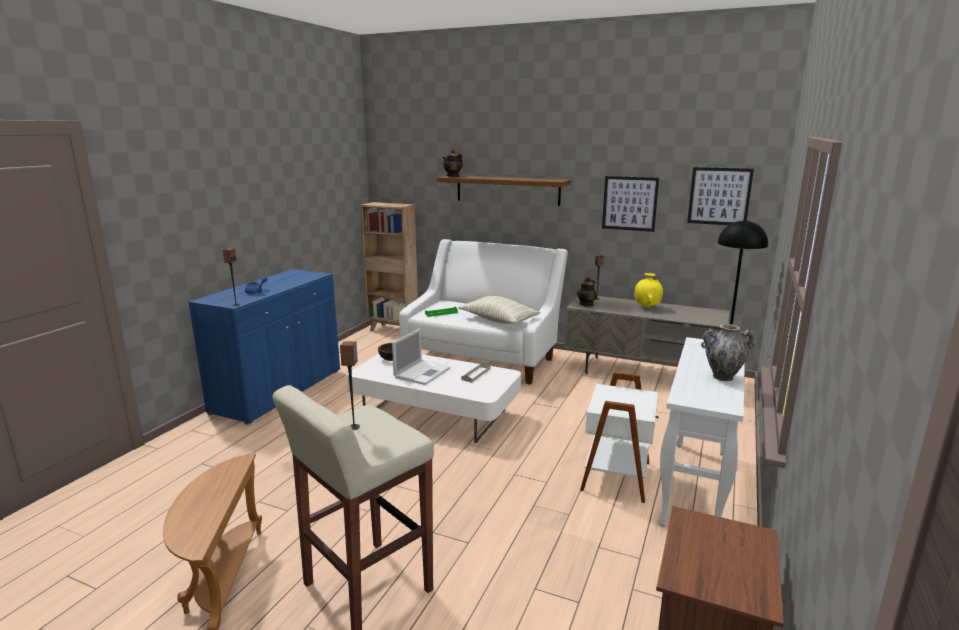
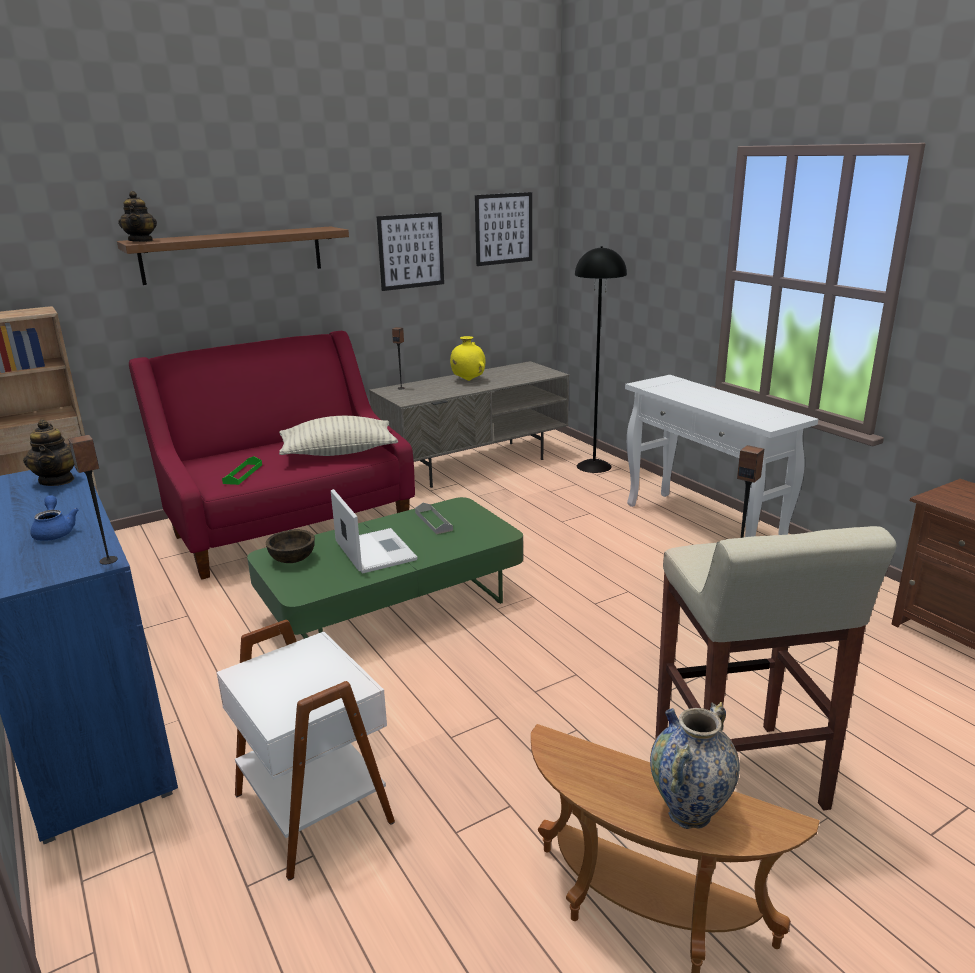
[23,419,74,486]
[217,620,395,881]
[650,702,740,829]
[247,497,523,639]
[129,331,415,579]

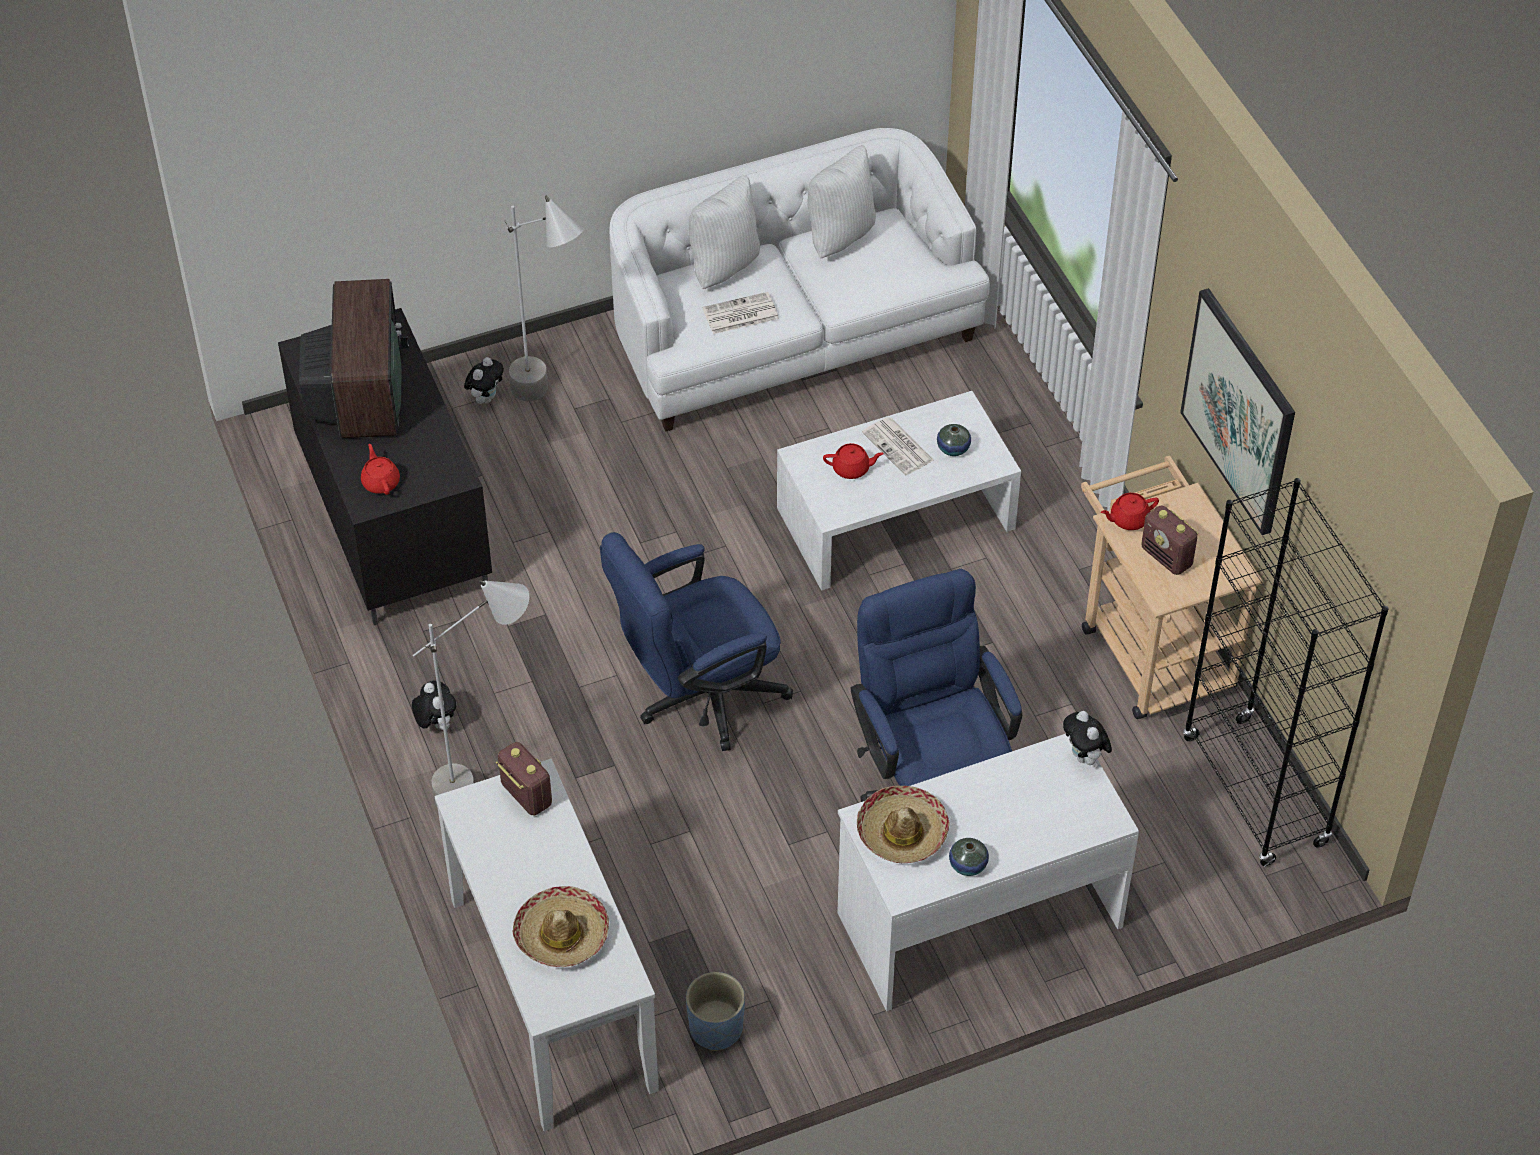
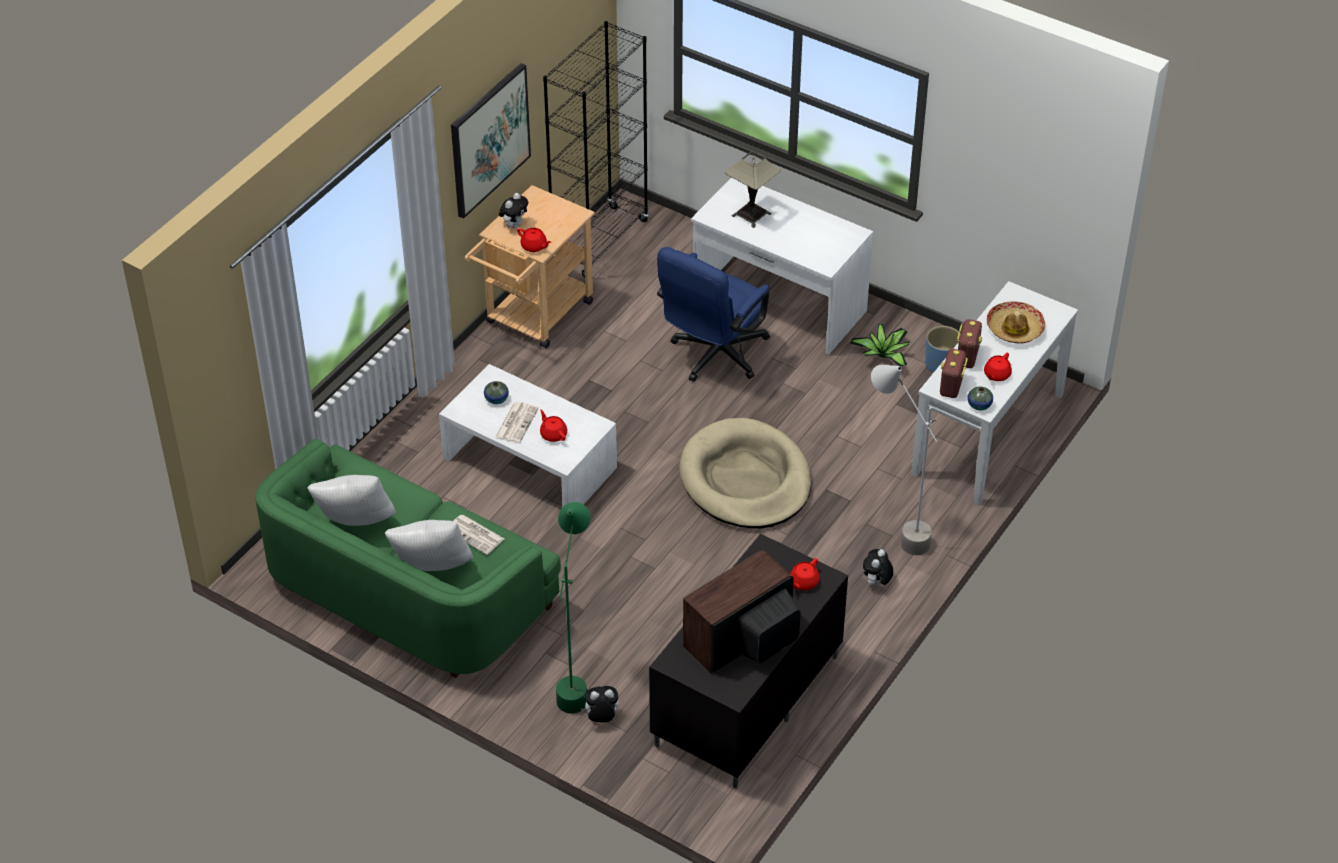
[857,786,949,863] (first image)
[725,151,781,228]
[850,324,909,367]
[984,353,1012,381]
[967,387,993,410]
[499,193,528,228]
[957,319,982,368]
[679,418,811,528]
[556,502,591,714]
[255,439,561,678]

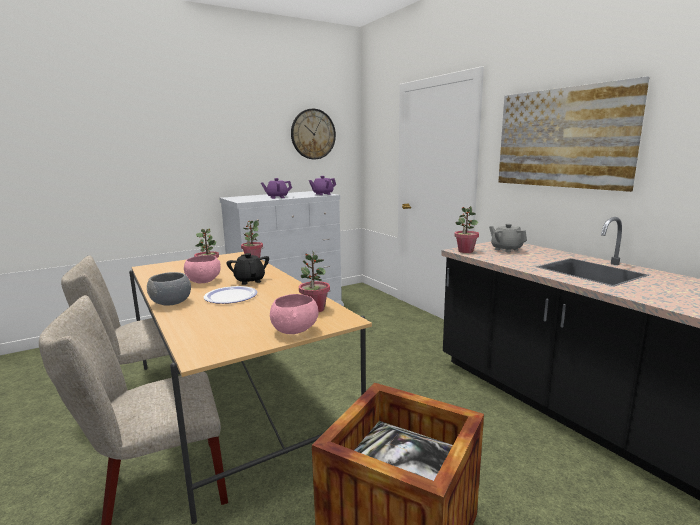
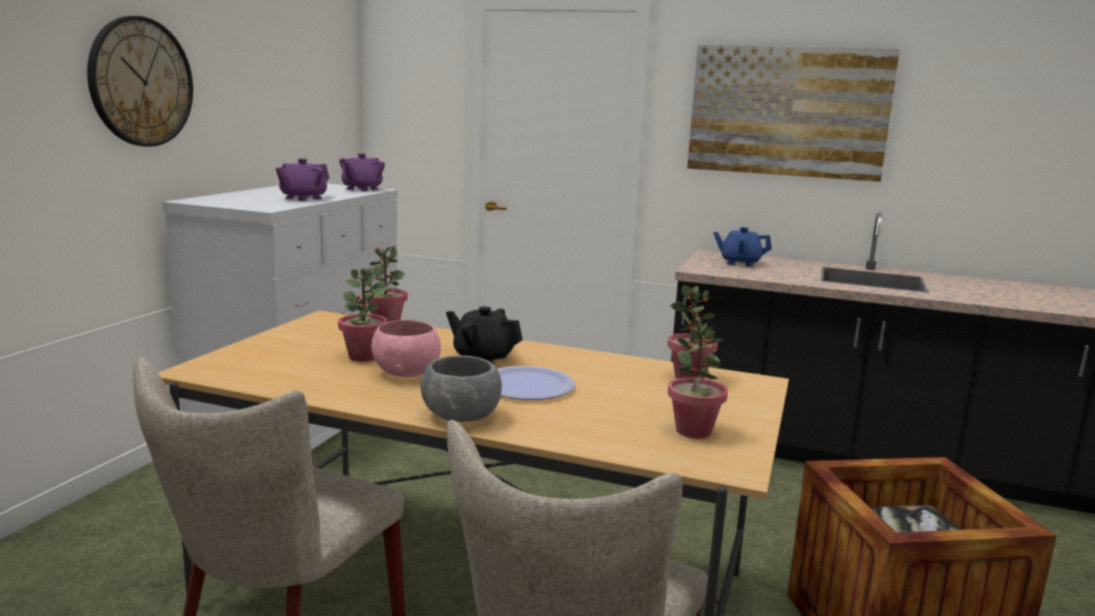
[270,294,319,334] (first image)
[87,16,193,147]
[667,320,728,439]
[713,227,772,267]

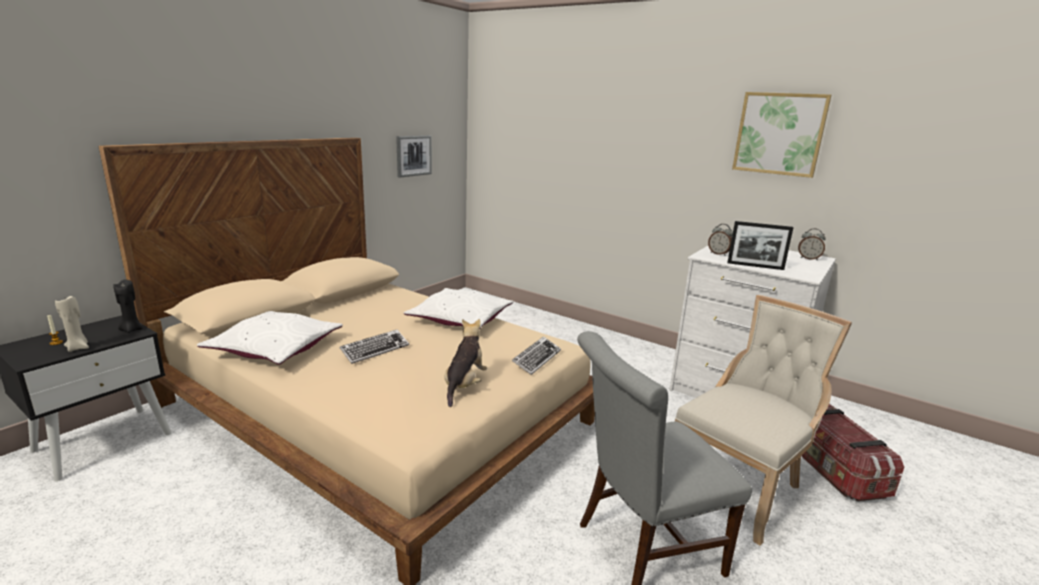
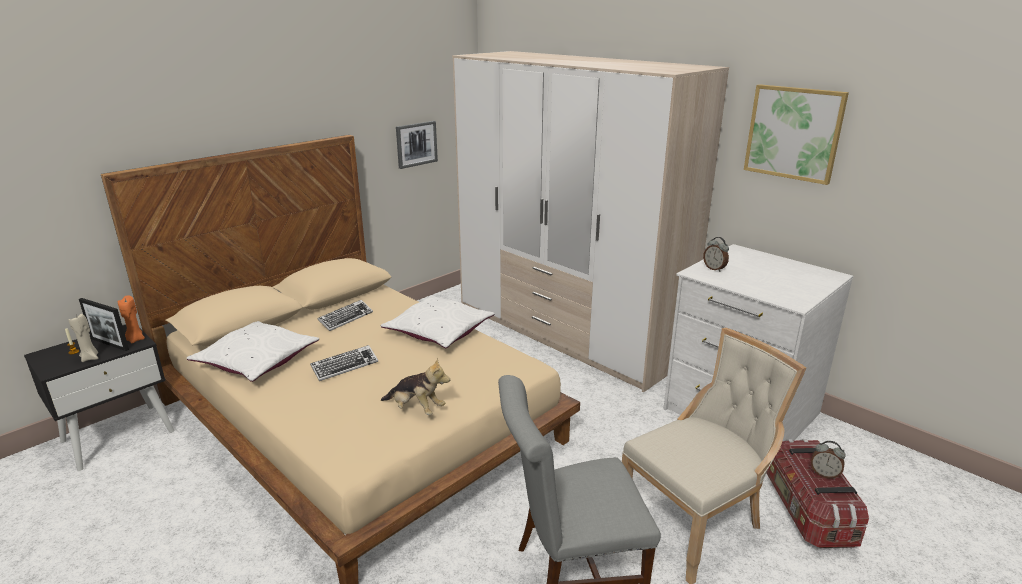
[452,51,729,392]
[318,300,373,331]
[79,298,129,351]
[811,441,846,479]
[118,295,145,343]
[381,358,450,415]

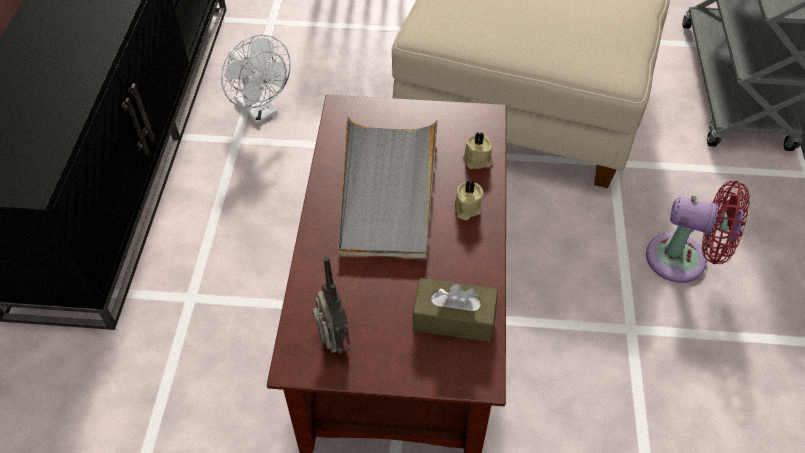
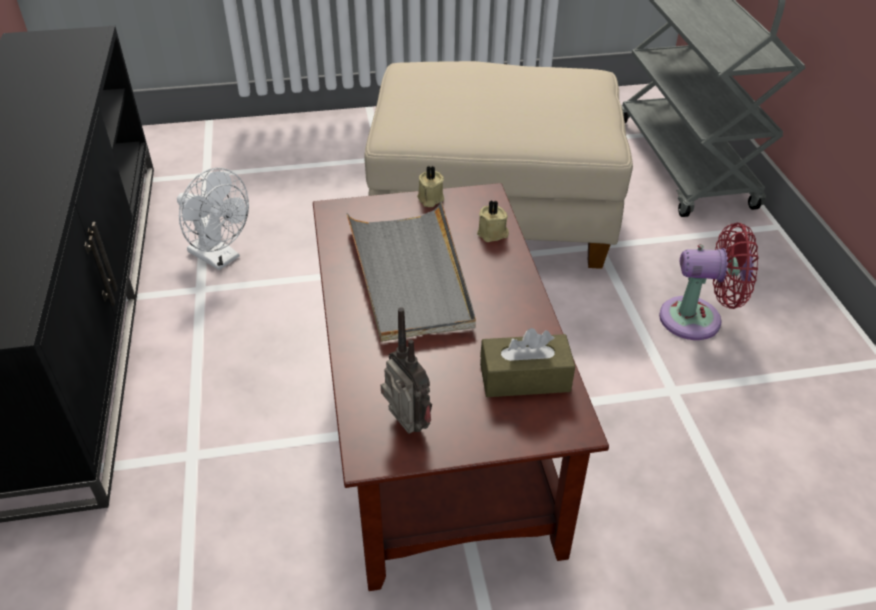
[417,166,444,207]

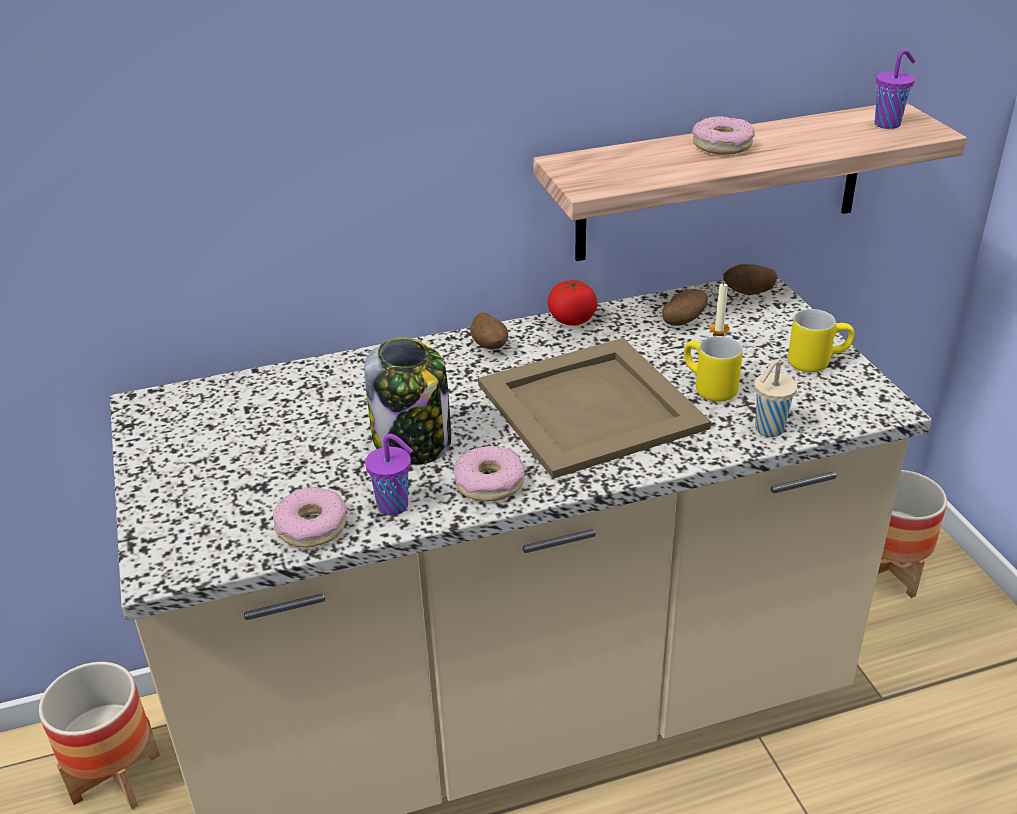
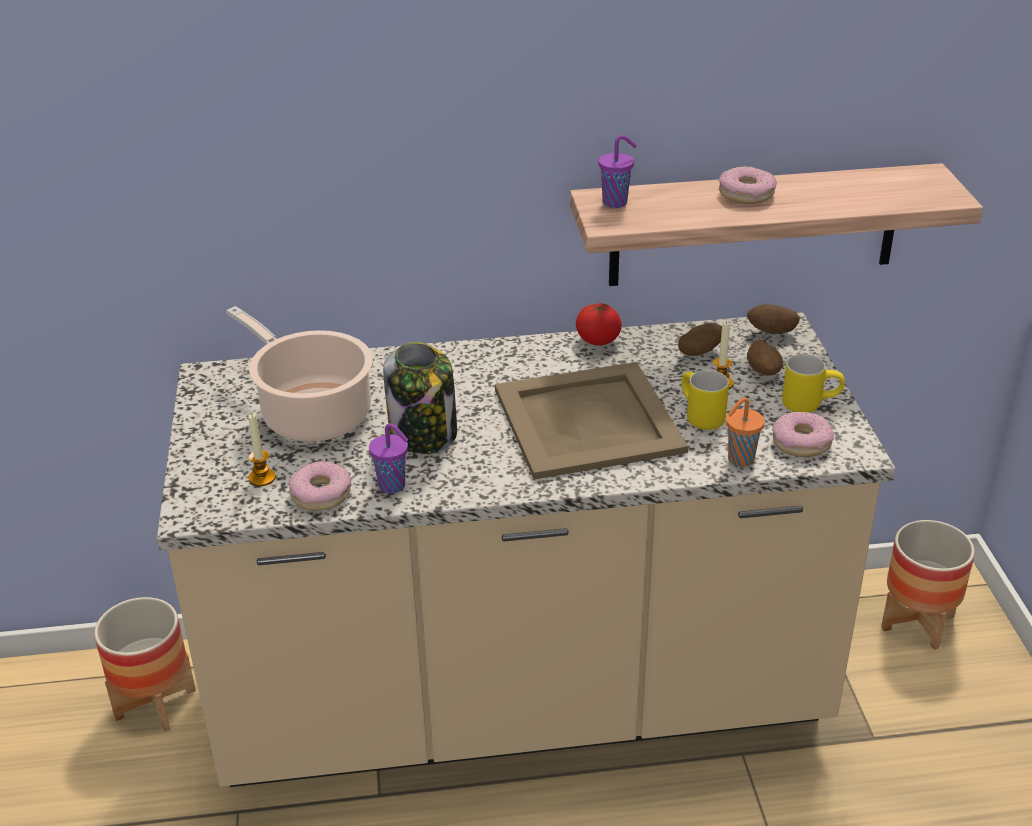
[226,306,373,442]
[248,413,276,486]
[772,412,834,457]
[747,340,783,376]
[598,135,637,208]
[726,397,765,467]

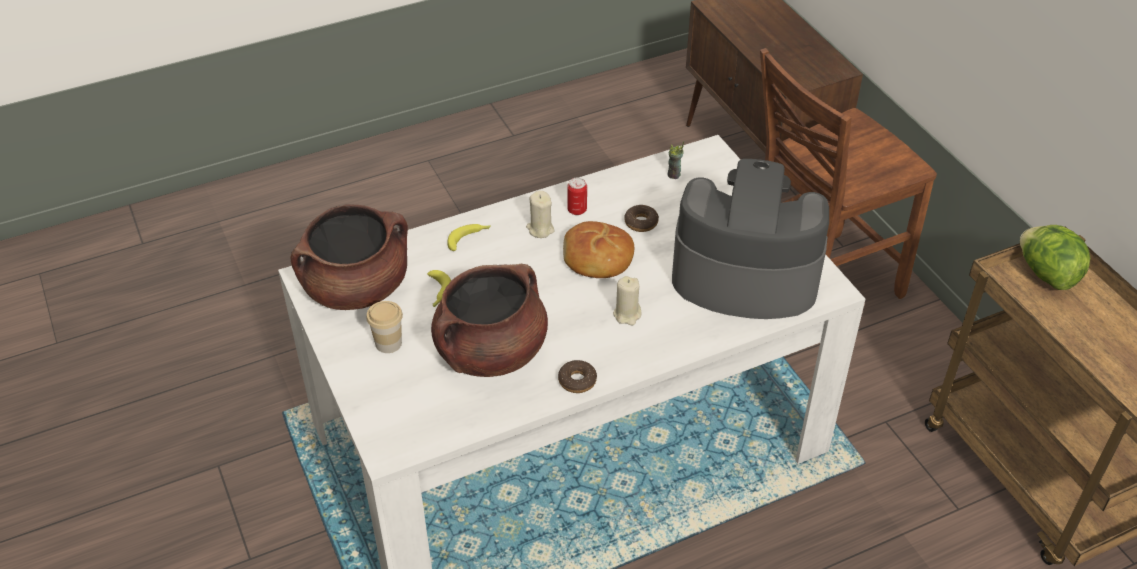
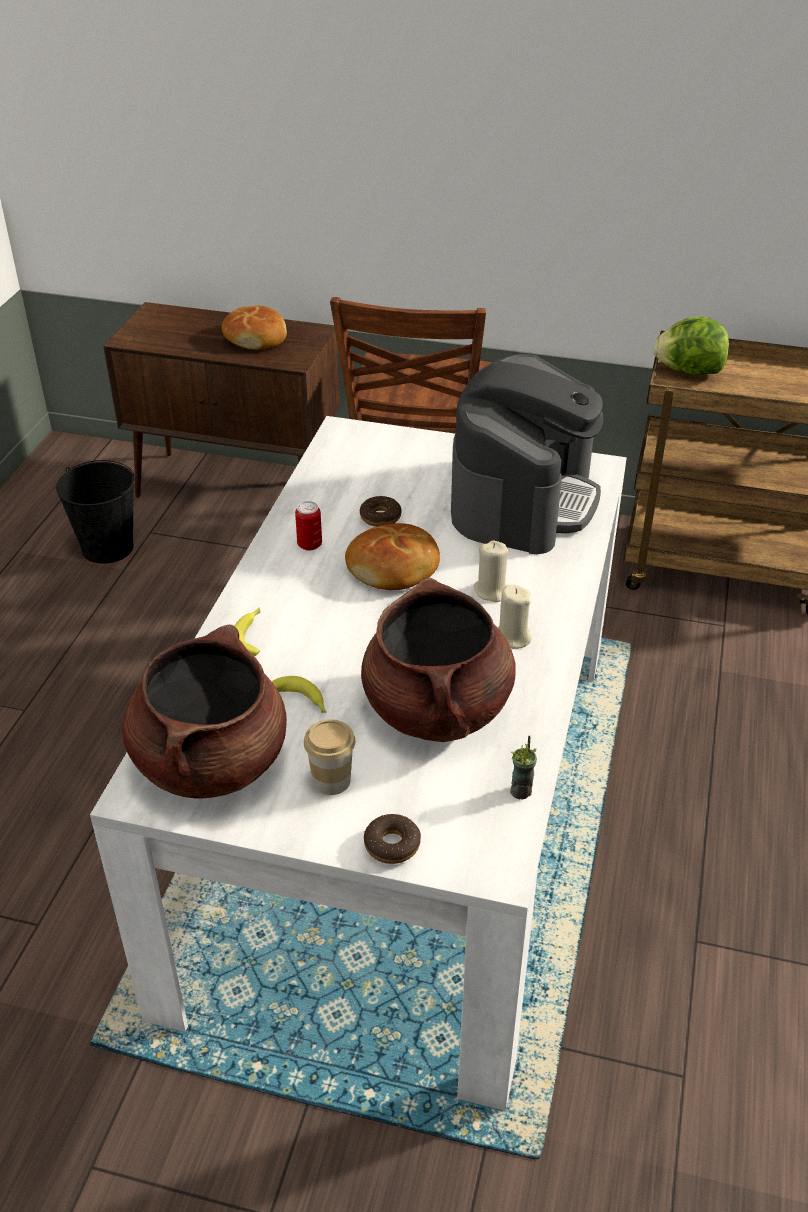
[56,460,134,564]
[222,305,287,350]
[497,585,531,649]
[364,814,421,864]
[510,736,537,799]
[451,354,604,554]

